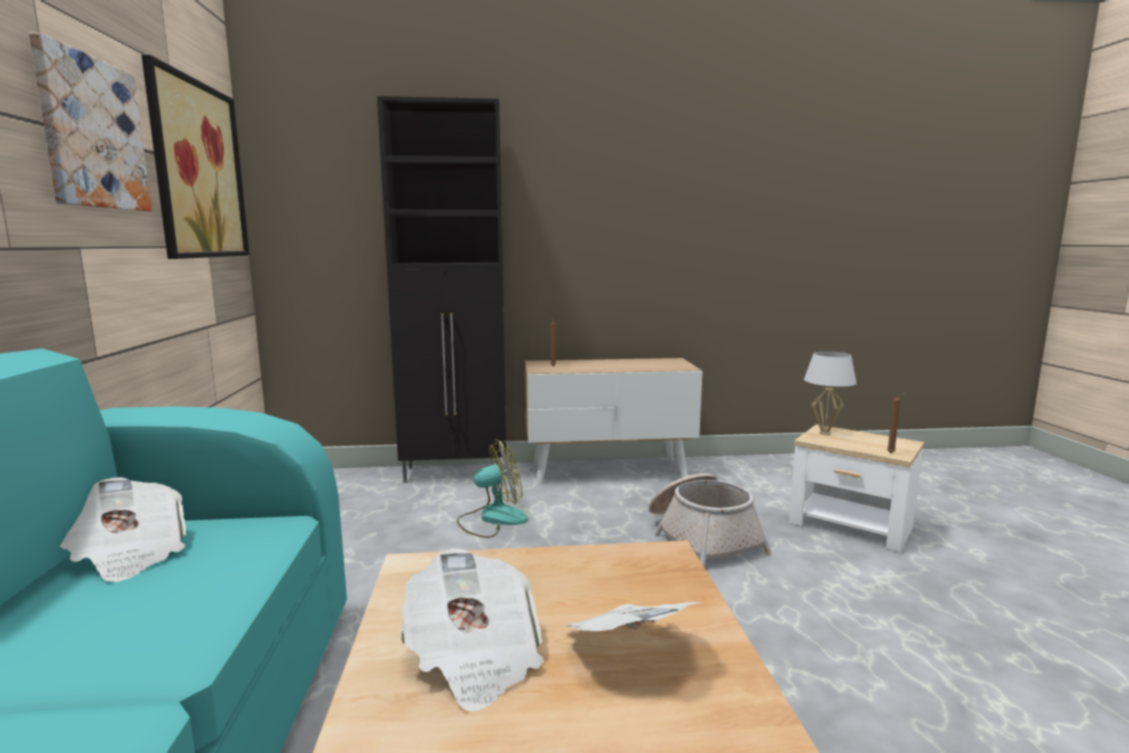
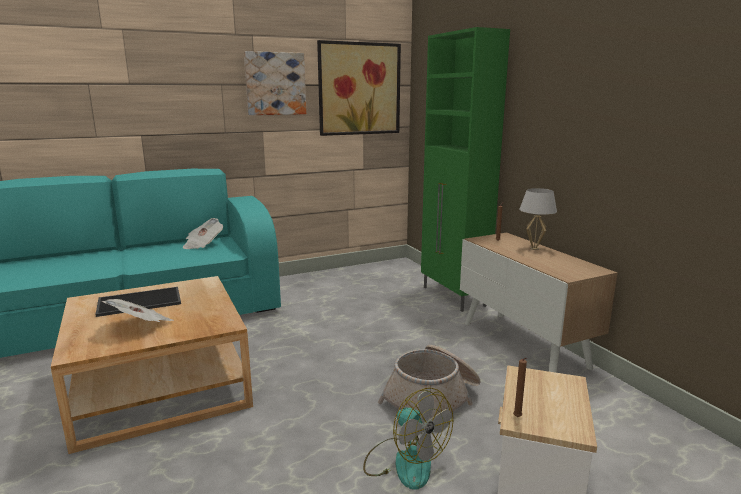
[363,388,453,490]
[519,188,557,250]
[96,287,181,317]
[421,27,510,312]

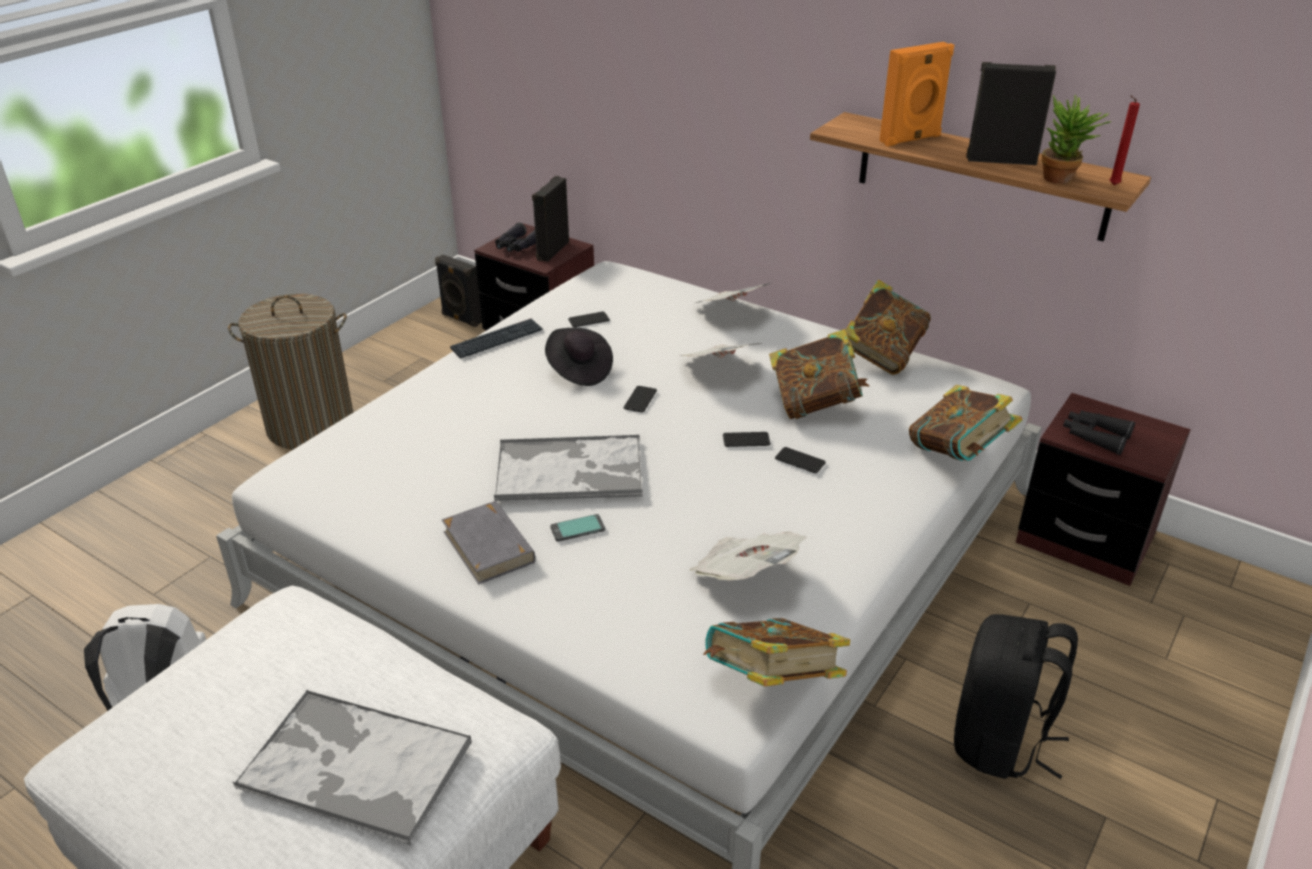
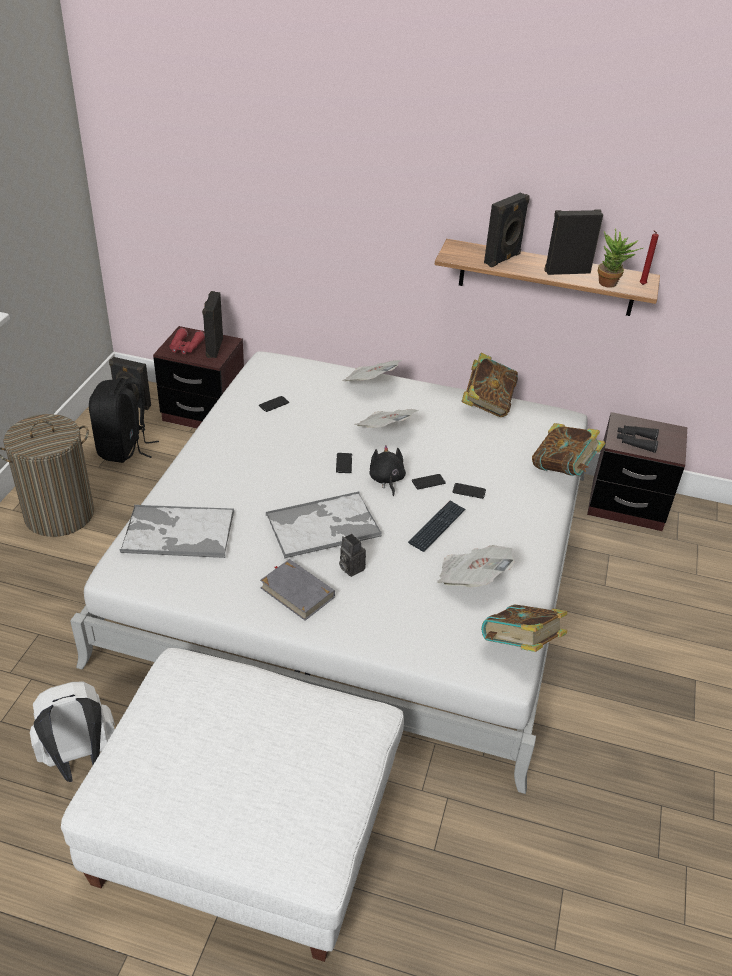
[545,328,613,386] (first image)
[769,329,869,419] (first image)
[369,445,406,496]
[119,505,234,558]
[408,501,466,552]
[89,377,159,463]
[339,534,366,577]
[169,328,205,354]
[484,193,529,267]

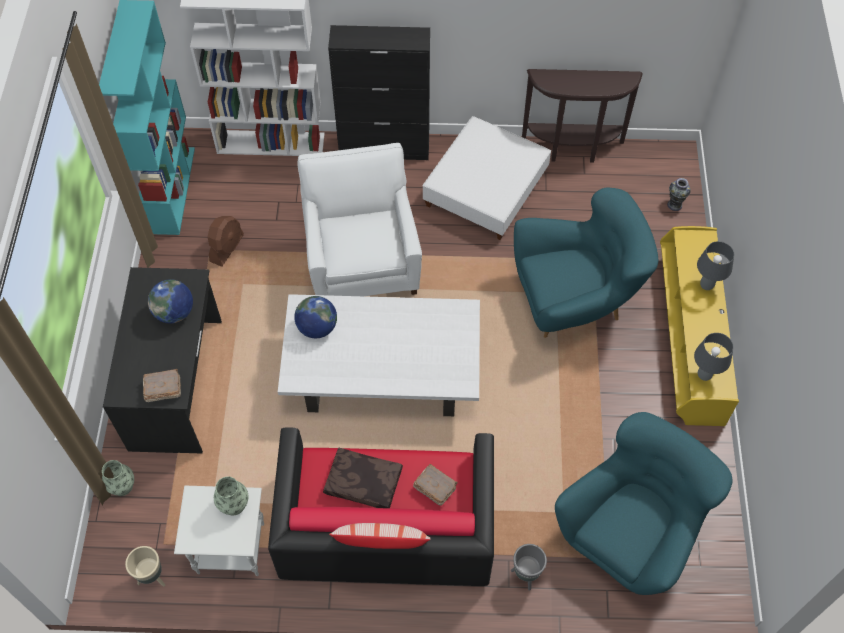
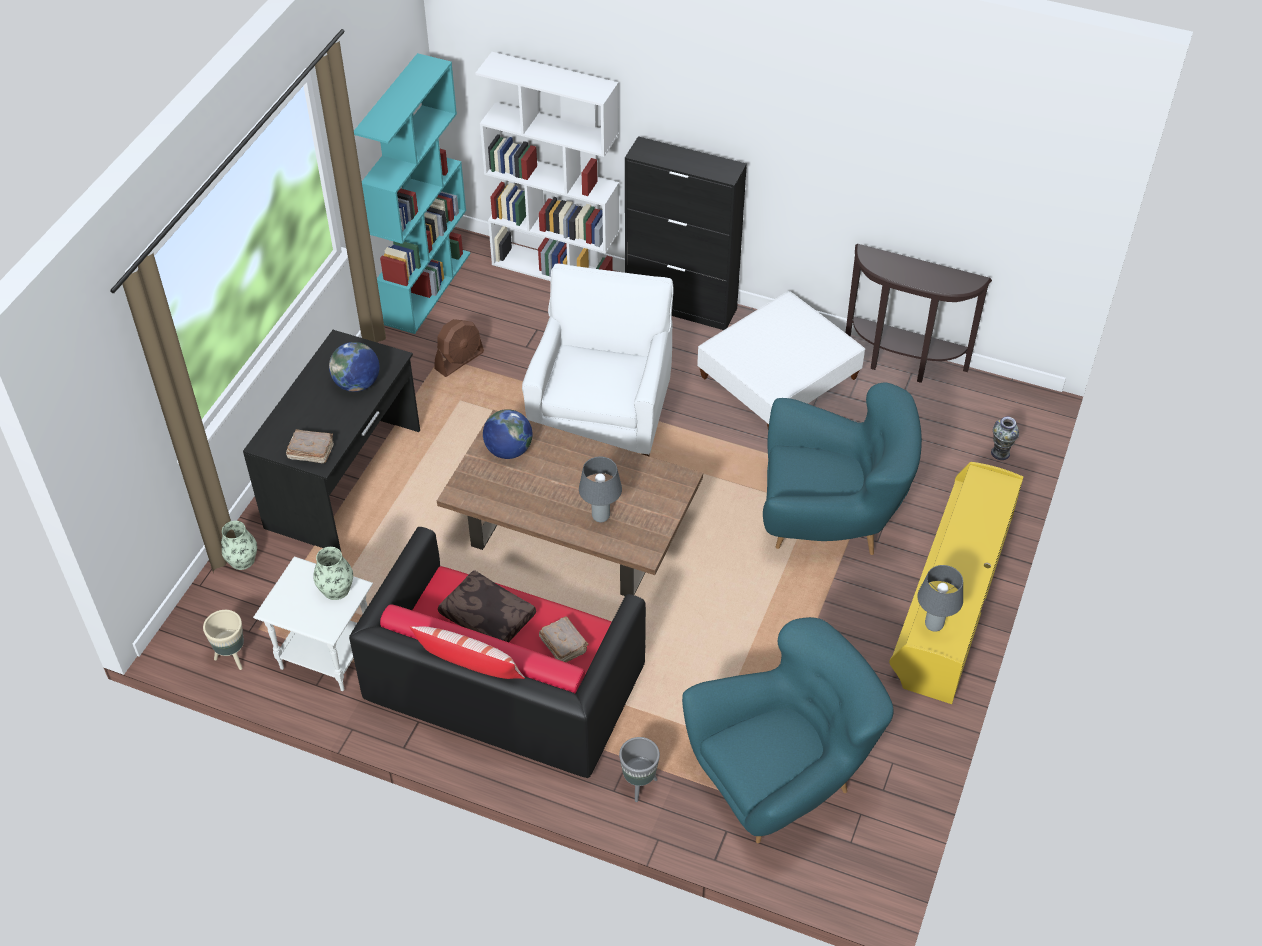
[579,457,622,522]
[437,410,703,596]

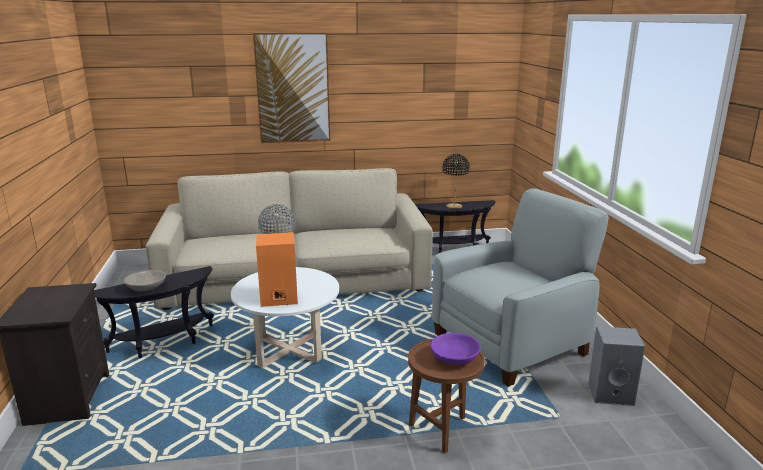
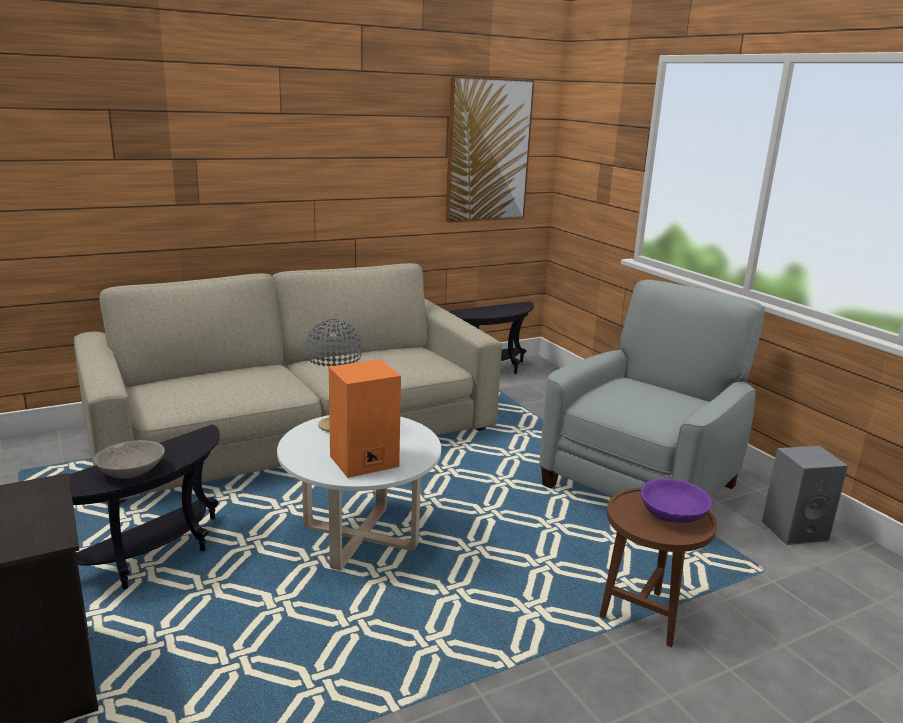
[442,154,470,209] (first image)
[445,76,535,223]

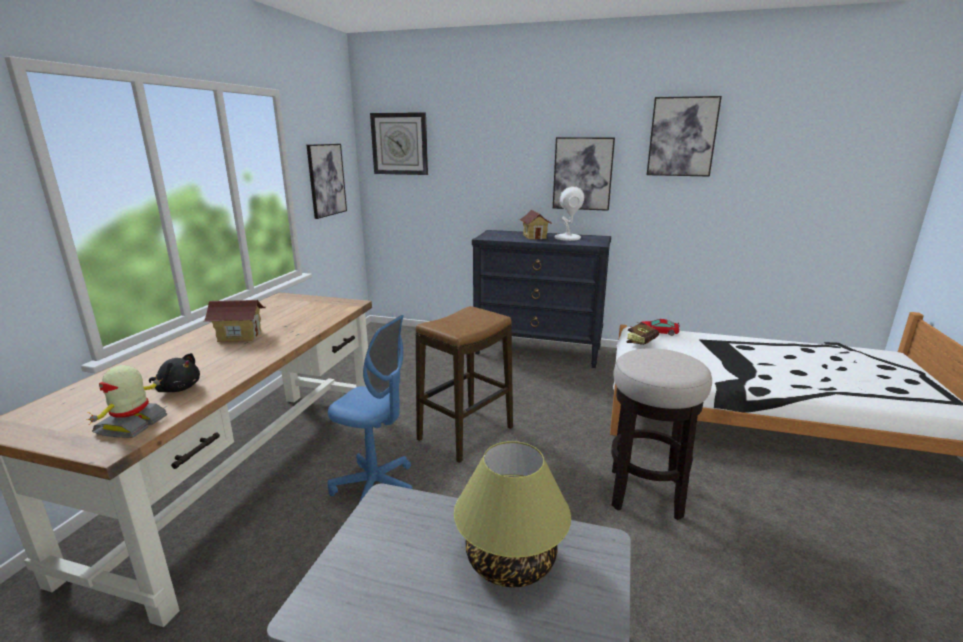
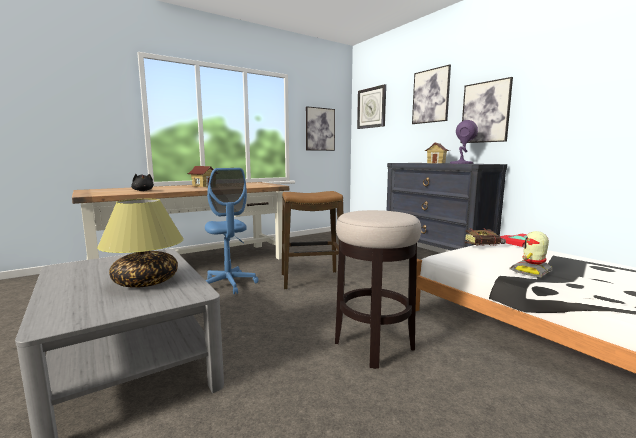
[510,231,552,278]
[412,64,451,124]
[450,120,478,164]

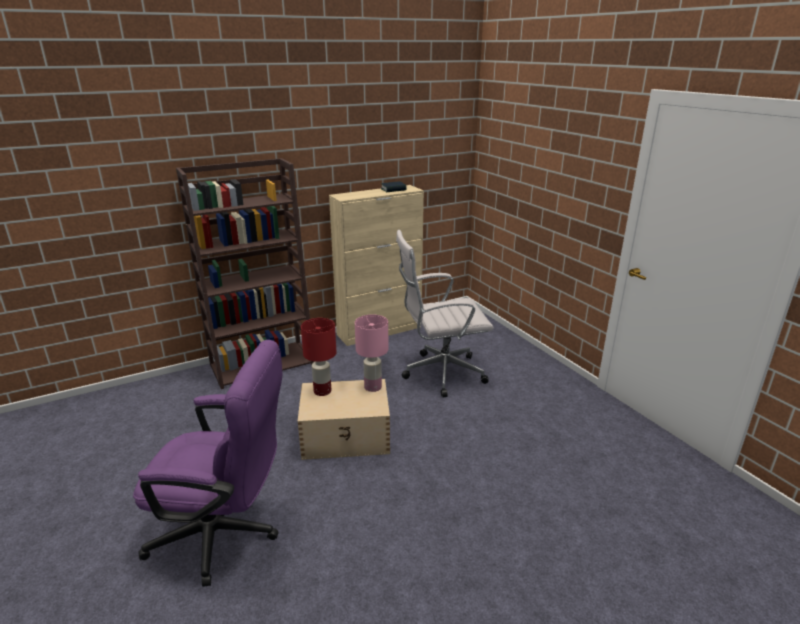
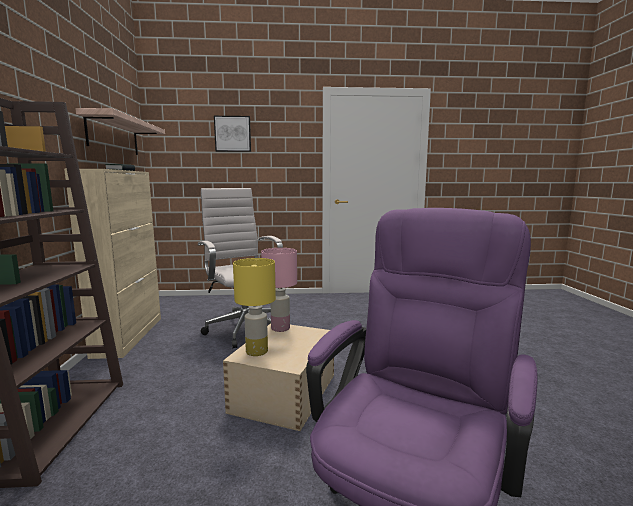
[75,108,165,155]
[214,116,251,152]
[233,258,276,356]
[198,188,283,348]

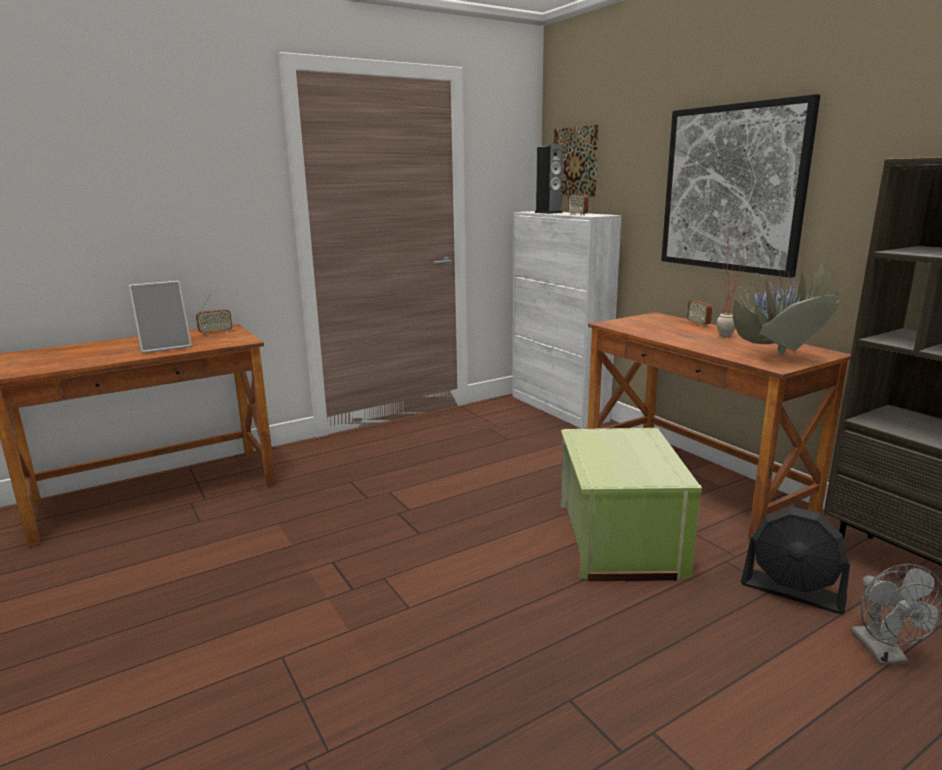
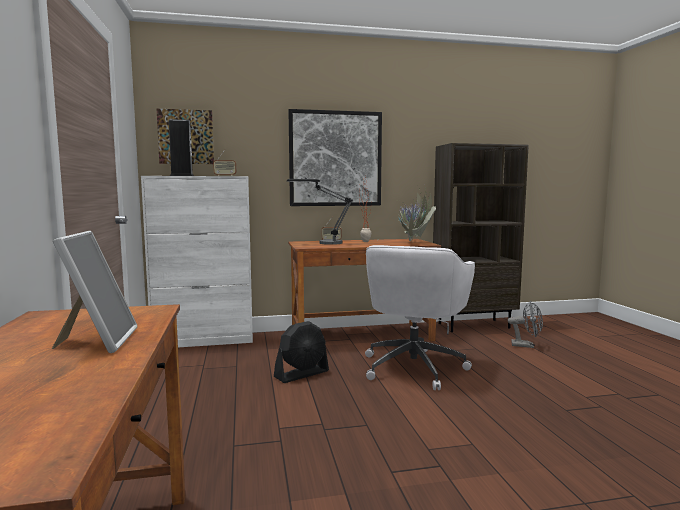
[196,294,232,335] (first image)
[287,179,353,245]
[274,321,329,383]
[365,245,475,390]

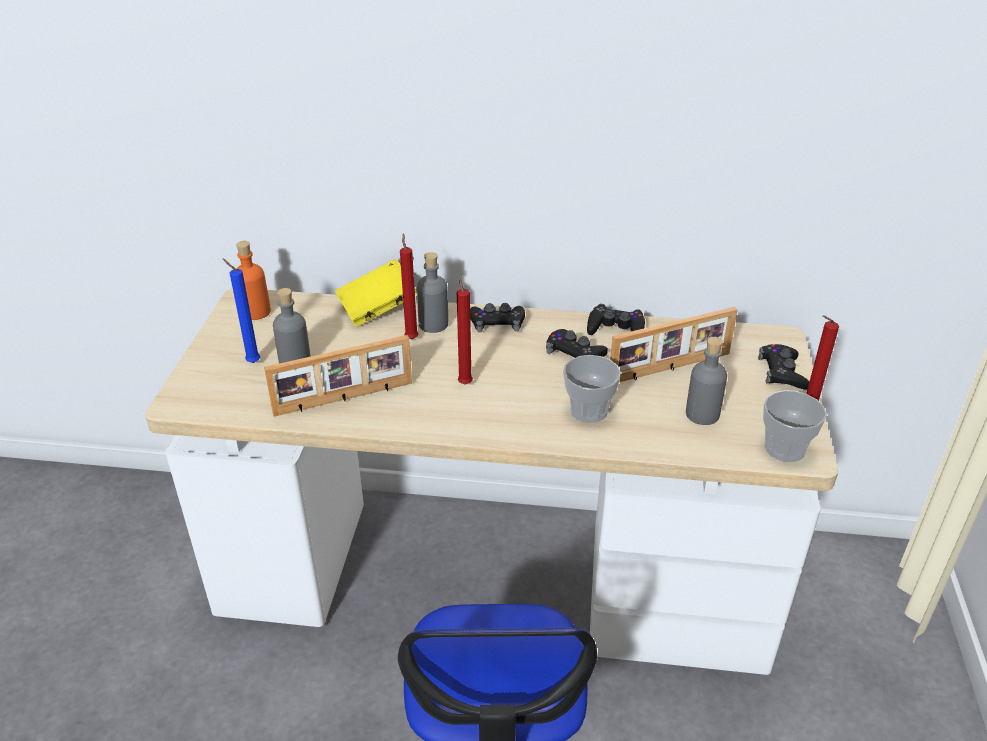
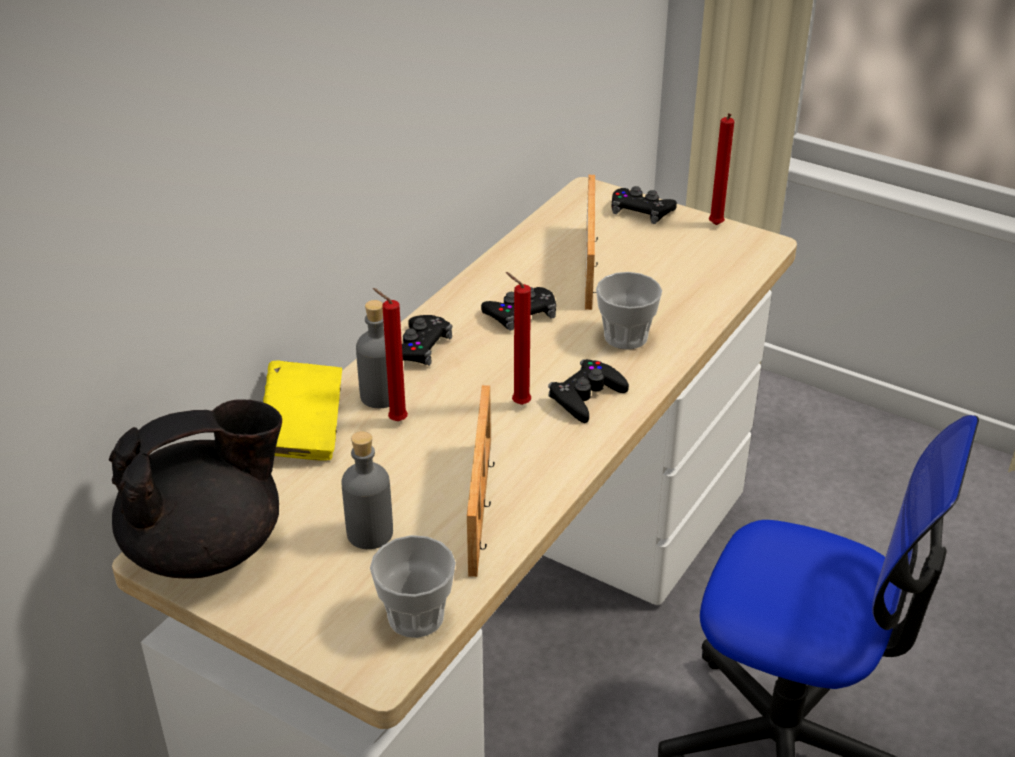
[223,259,260,363] (first image)
[686,337,727,425] (first image)
[548,359,629,423]
[370,535,456,638]
[109,399,282,578]

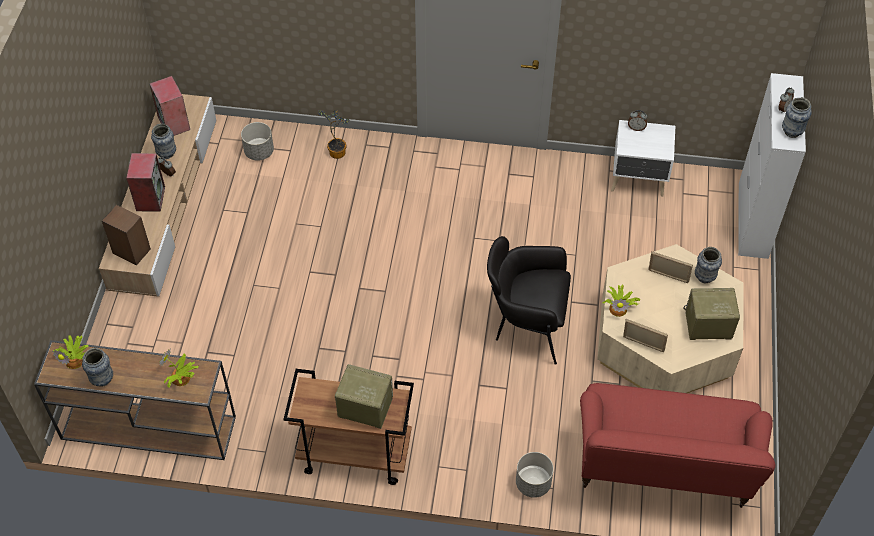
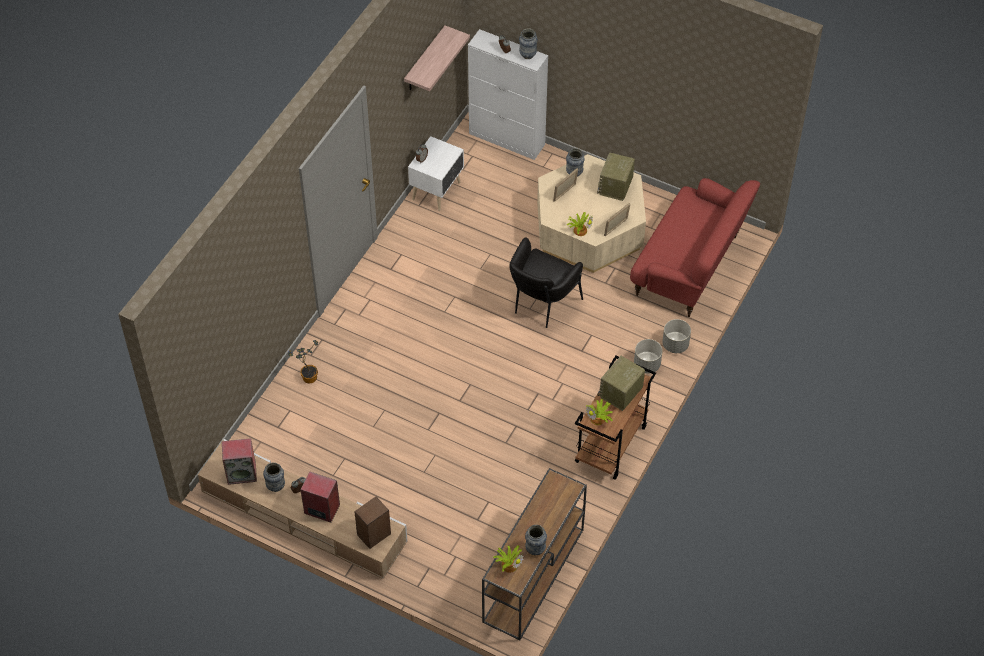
[404,25,470,91]
[586,399,613,425]
[634,339,662,374]

